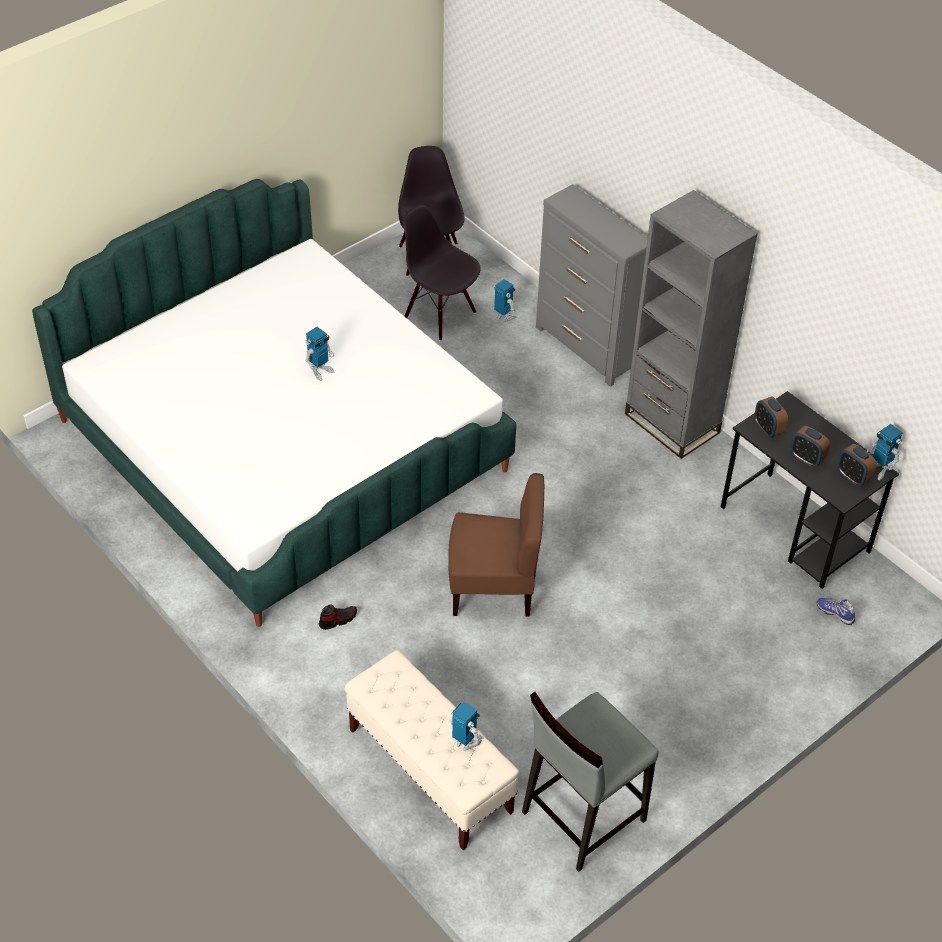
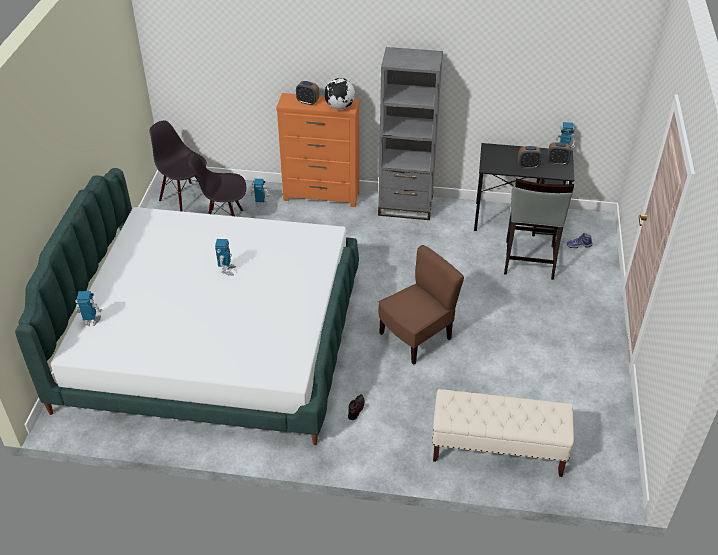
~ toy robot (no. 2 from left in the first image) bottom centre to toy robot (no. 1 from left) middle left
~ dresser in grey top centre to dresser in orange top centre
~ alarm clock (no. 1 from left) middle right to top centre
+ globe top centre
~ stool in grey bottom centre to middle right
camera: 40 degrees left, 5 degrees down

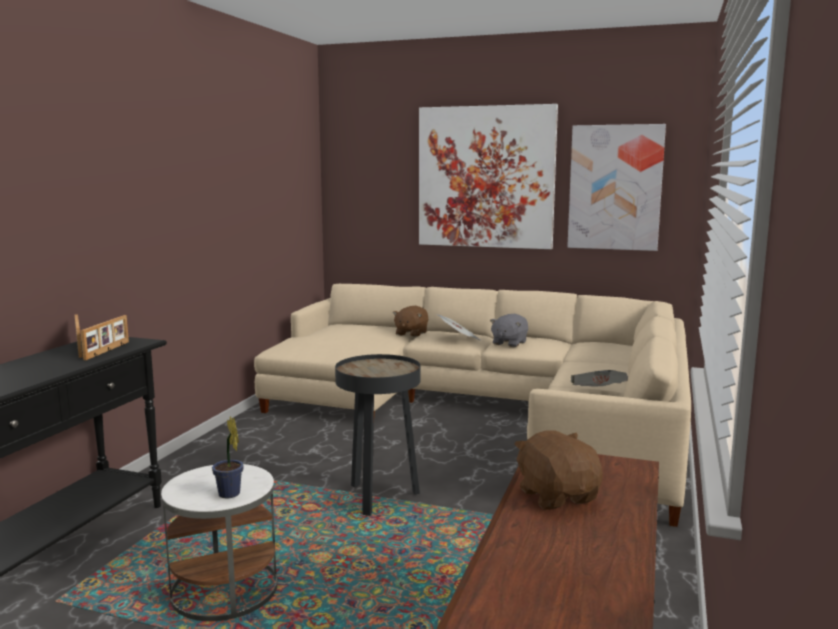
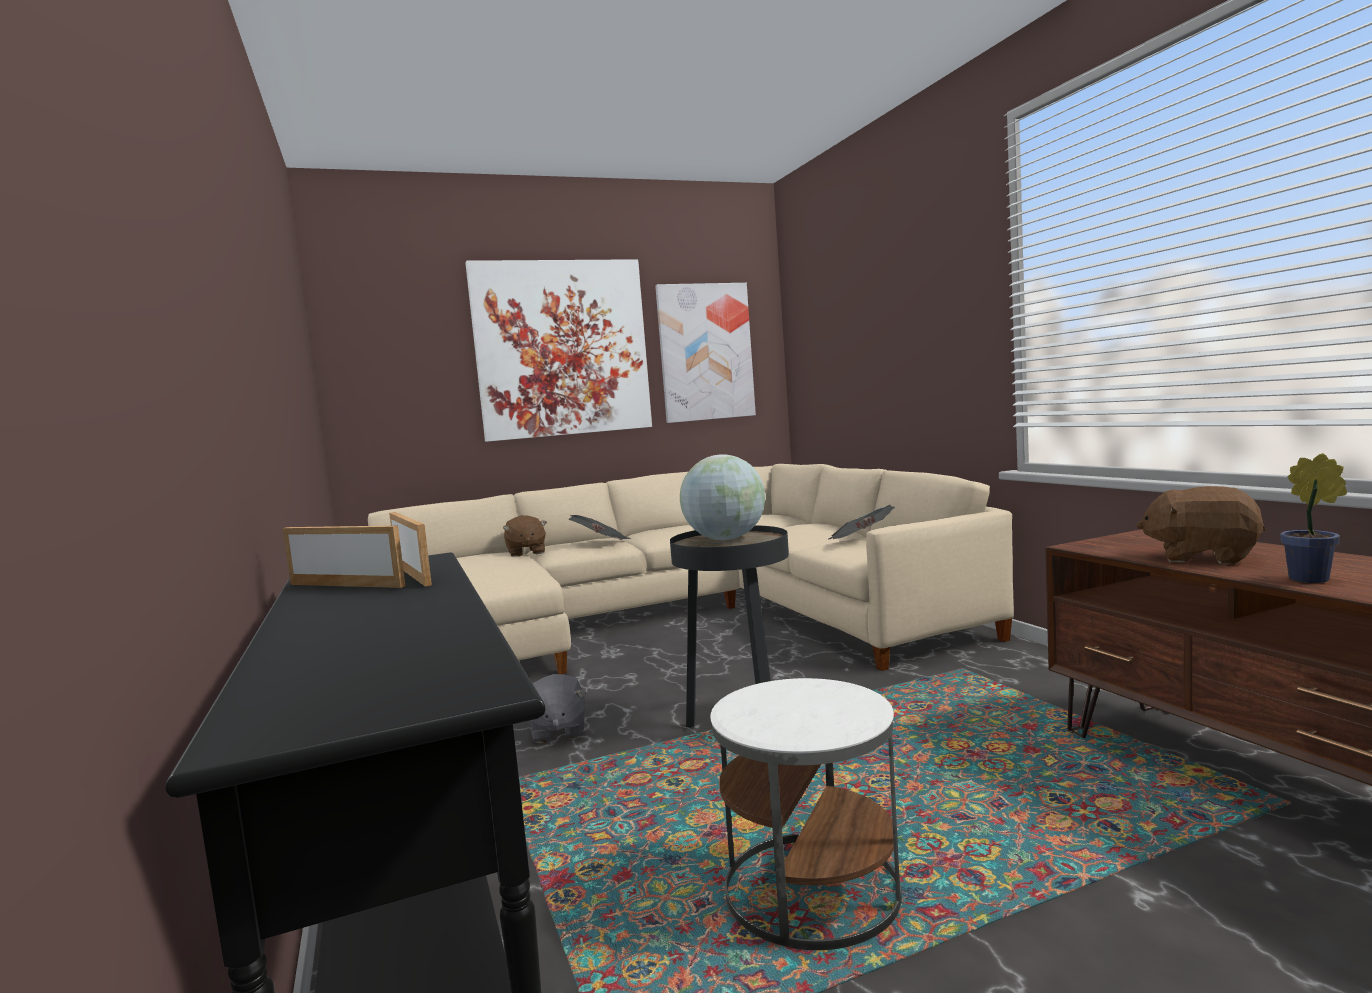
~ plush toy in grey centre to bottom centre
+ globe centre
~ potted plant bottom left to middle right
camera: 40 degrees left, 5 degrees down

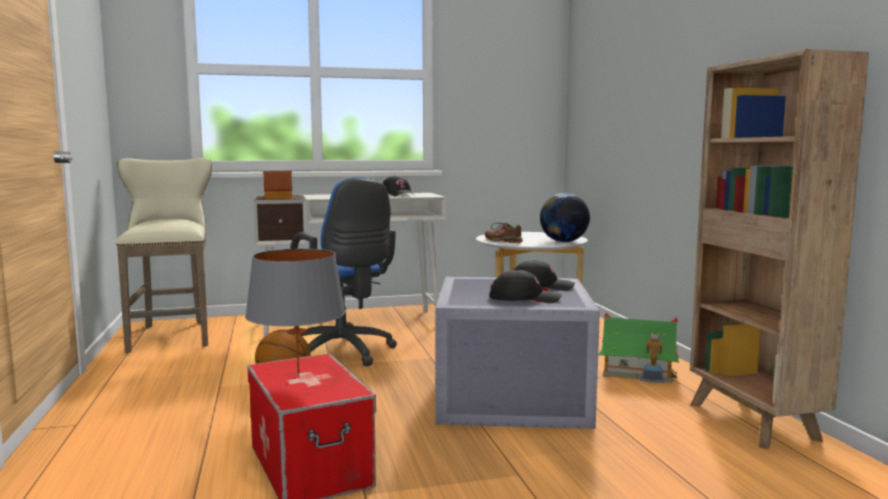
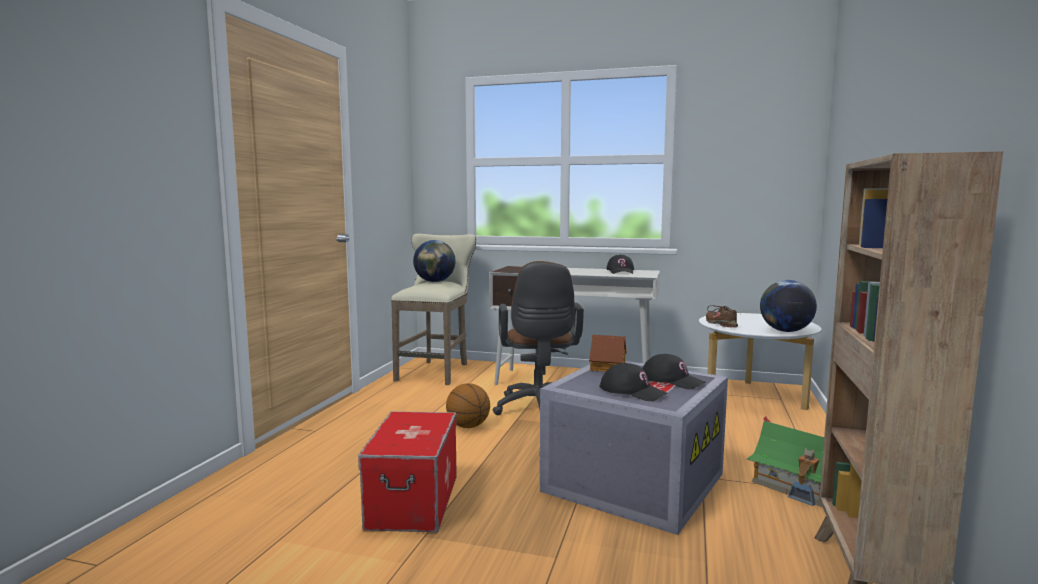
+ globe (no. 1 from left) centre
~ office chair in blue centre to office chair in brown centre
~ toy house (no. 1 from left) middle left to centre
- table lamp in grey middle left
camera: 30 degrees right, 0 degrees up

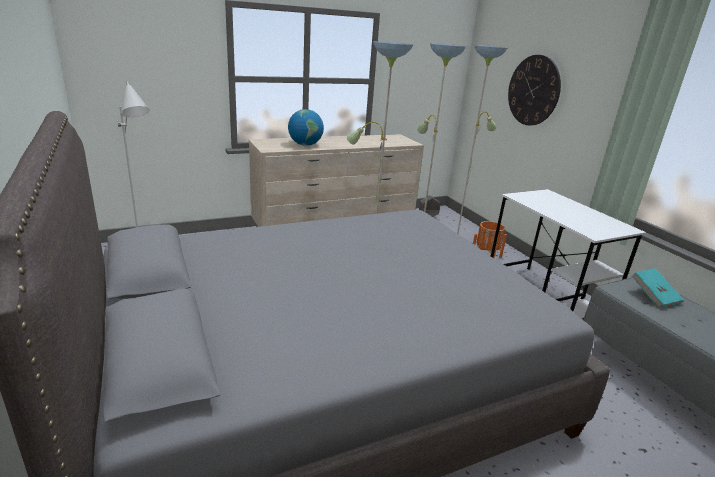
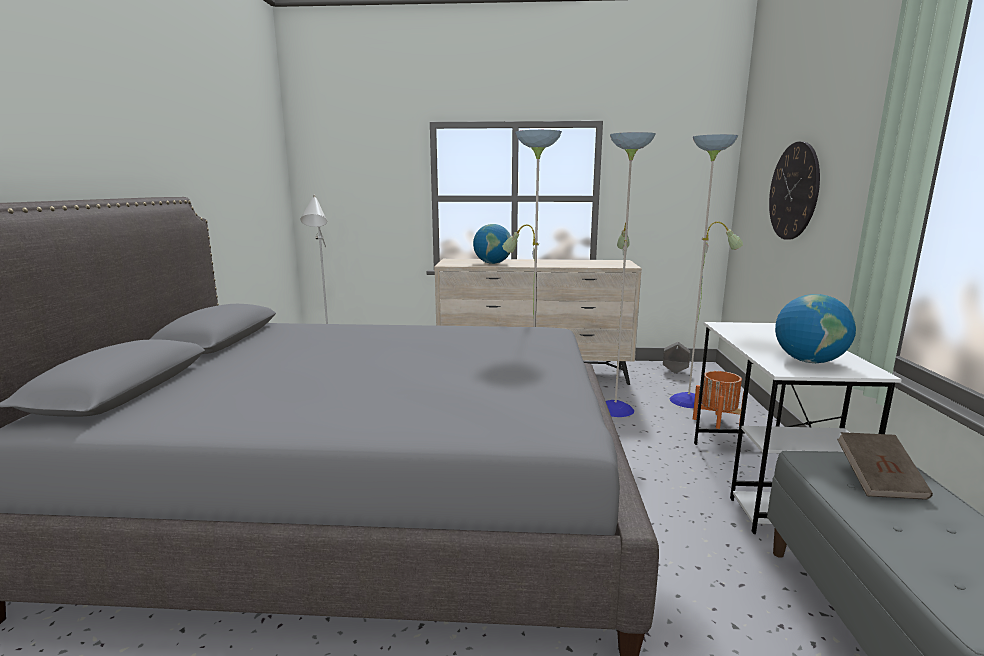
+ globe (no. 2 from left) middle right
~ book in turquoise middle right to book in brown bottom right
camera: 30 degrees right, 10 degrees down

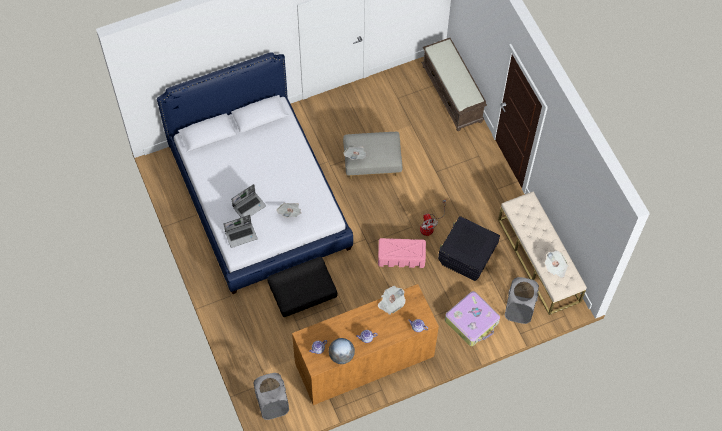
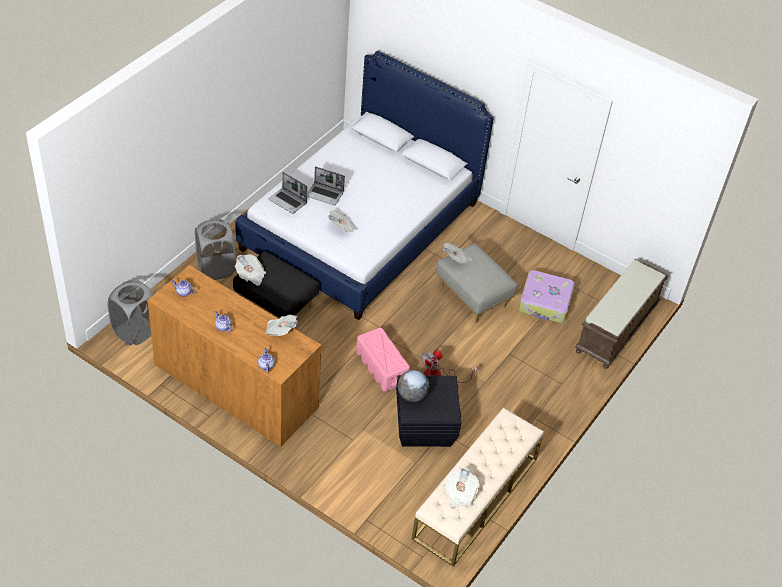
~ laundry basket in grey (no. 2 from left) bottom right to middle left
+ newspaper (no. 1 from left) middle left
~ globe bottom centre to centre
~ suitcase bottom centre to middle right
camera: 55 degrees right, 15 degrees down

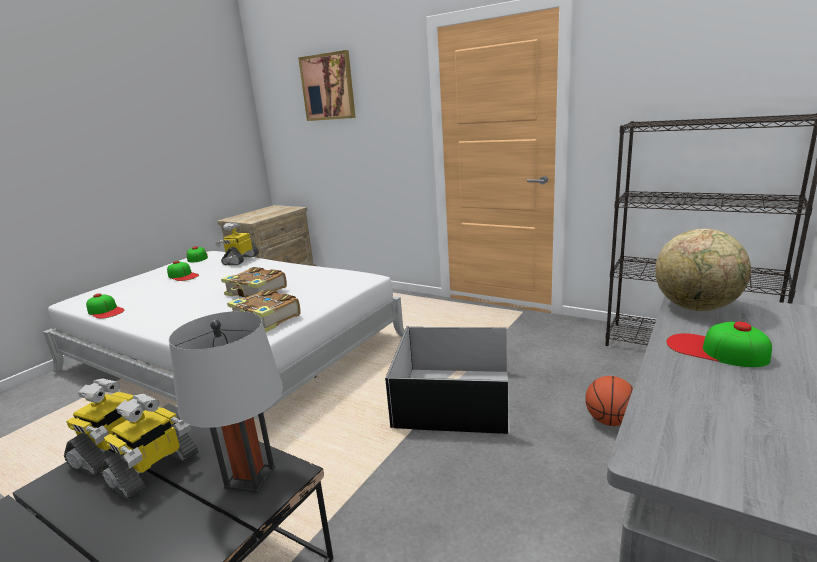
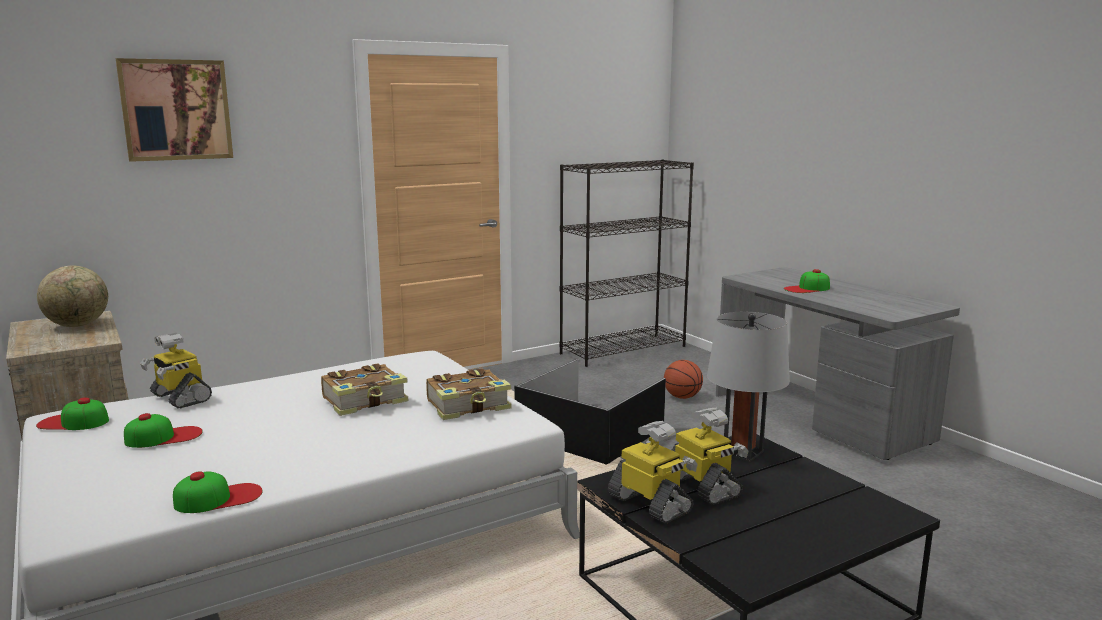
~ globe middle right to middle left
camera: 65 degrees left, 5 degrees down

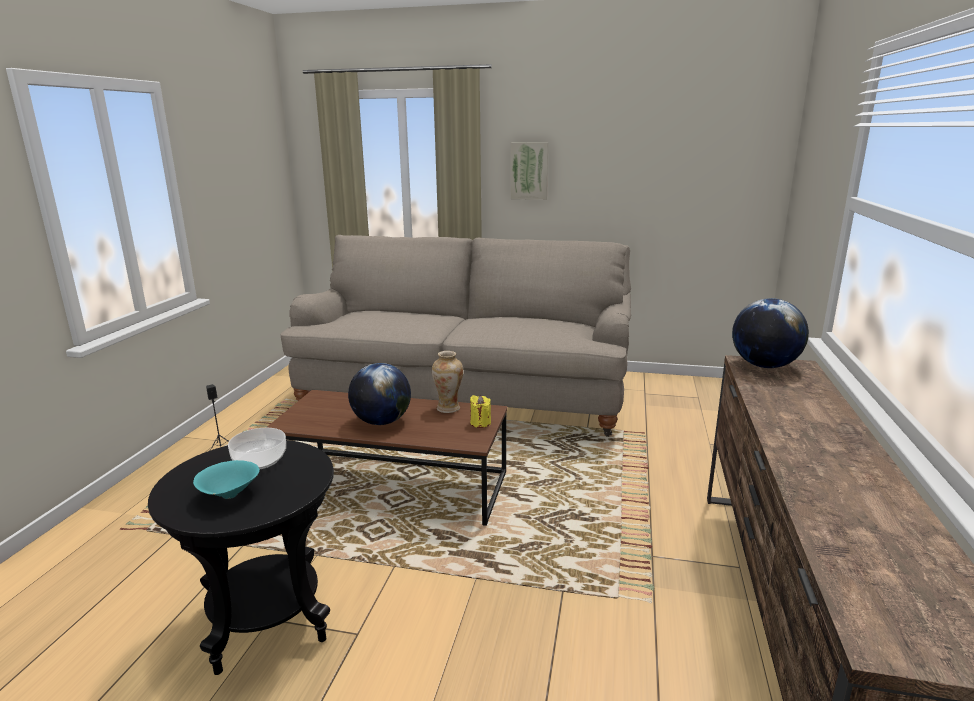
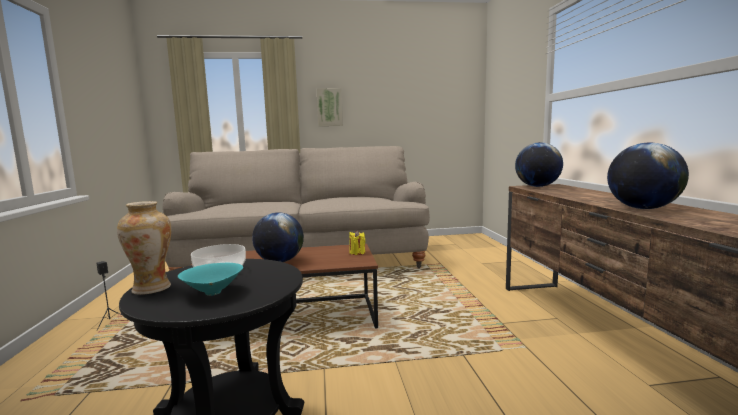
~ vase centre to middle left
+ globe (no. 3 from left) middle right
camera: 20 degrees left, 10 degrees down

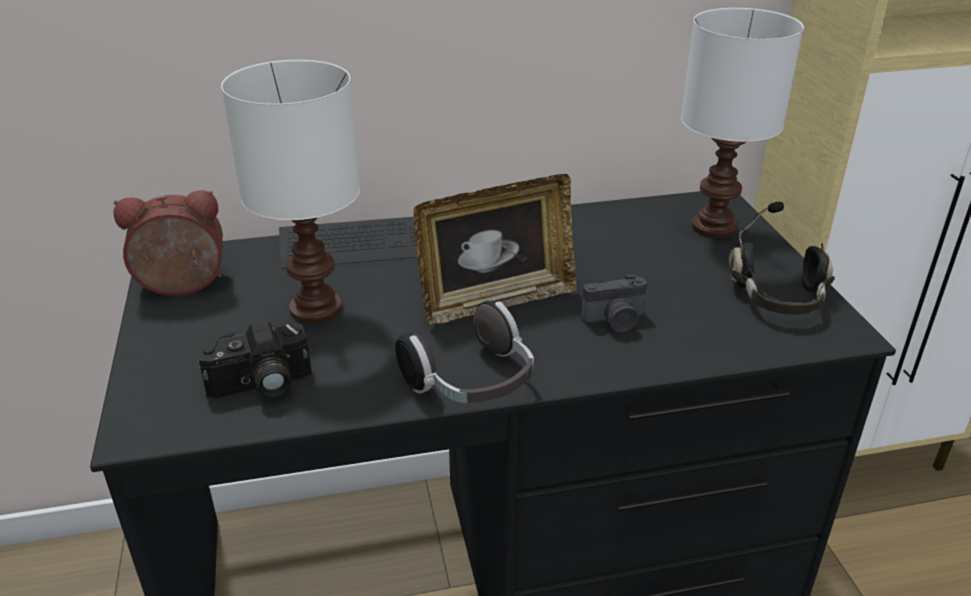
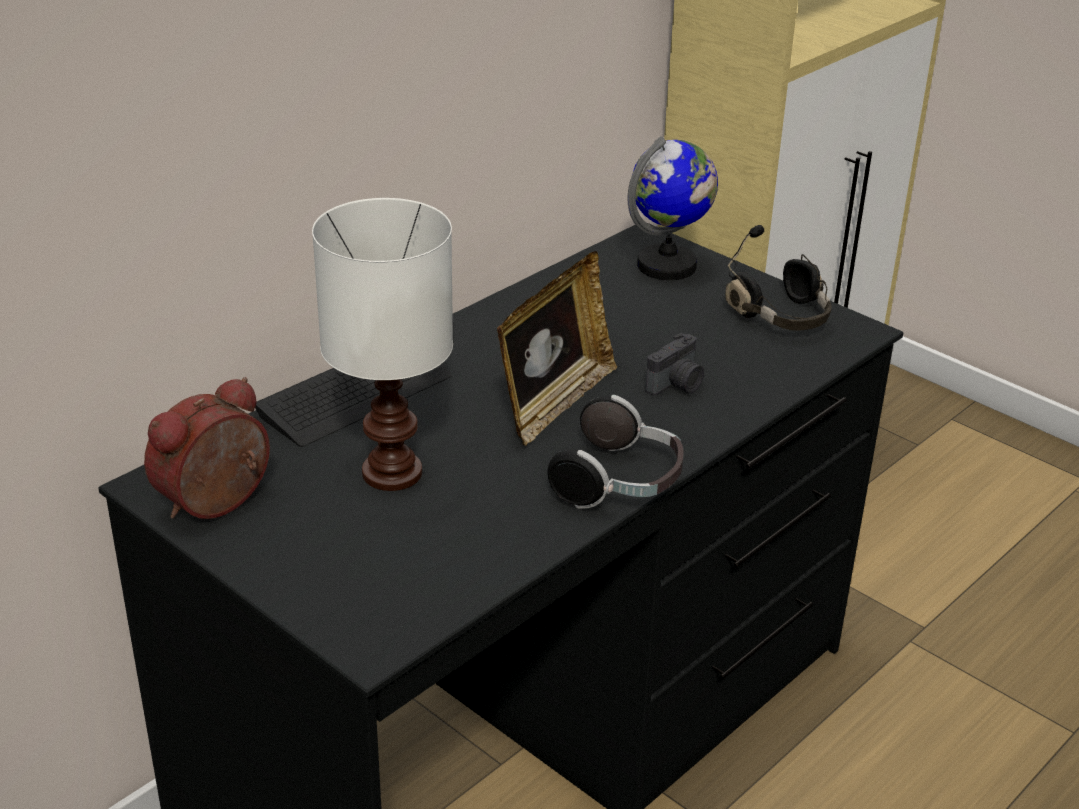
~ table lamp in white (no. 2 from left) top right to globe top centre
- photo camera (no. 1 from left) middle left
camera: 35 degrees left, 0 degrees up

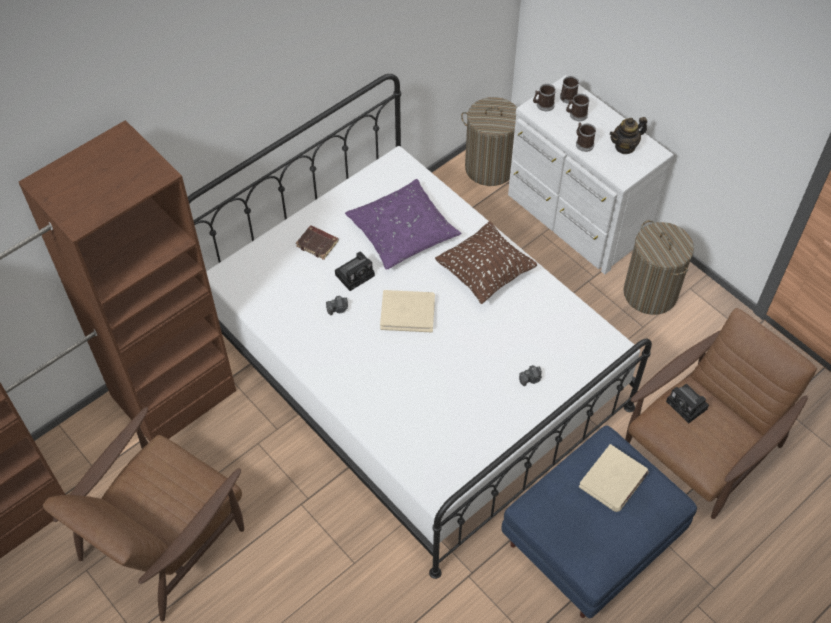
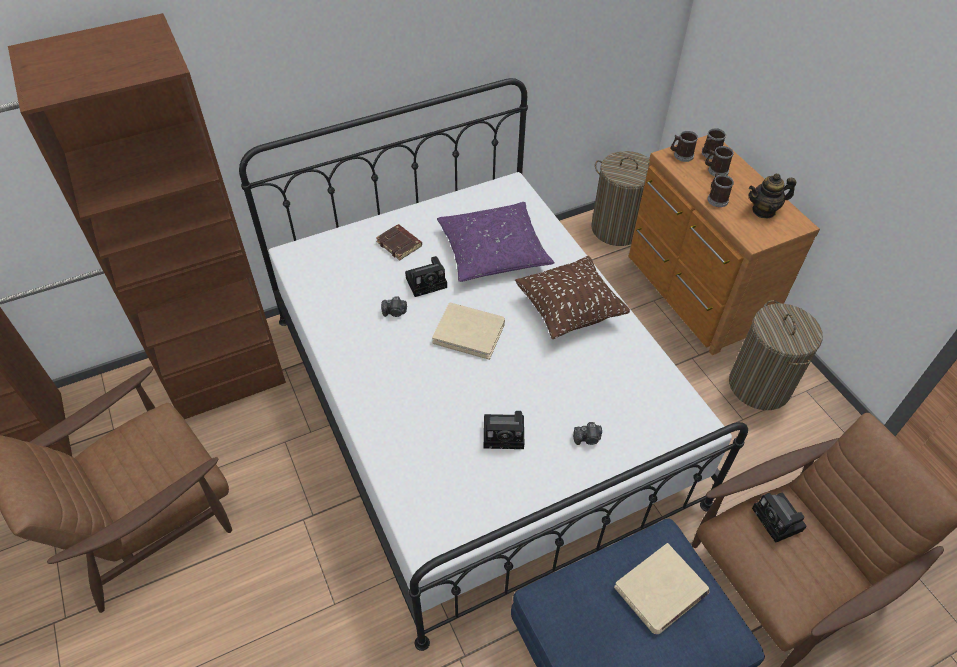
+ photo camera (no. 3 from left) centre
~ dresser in white top right to dresser in brown middle right
camera: 15 degrees right, 5 degrees down

